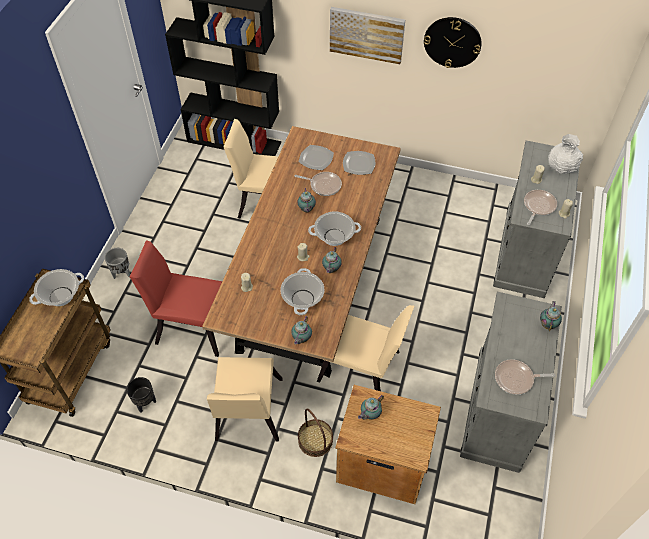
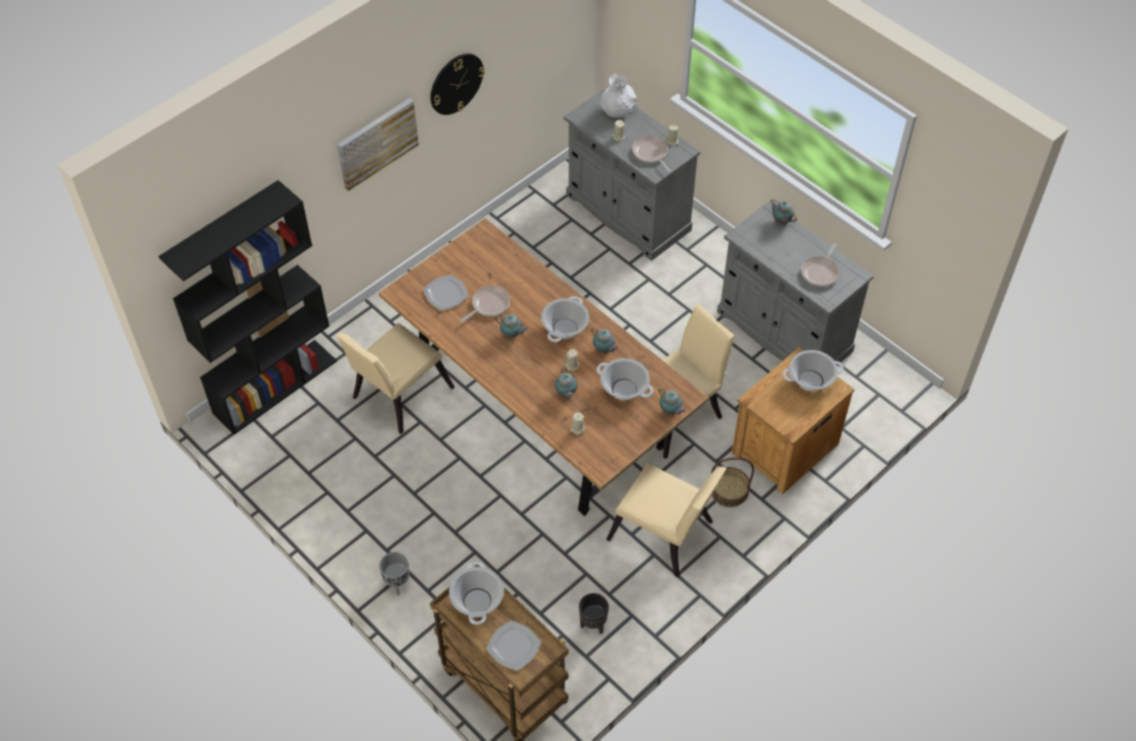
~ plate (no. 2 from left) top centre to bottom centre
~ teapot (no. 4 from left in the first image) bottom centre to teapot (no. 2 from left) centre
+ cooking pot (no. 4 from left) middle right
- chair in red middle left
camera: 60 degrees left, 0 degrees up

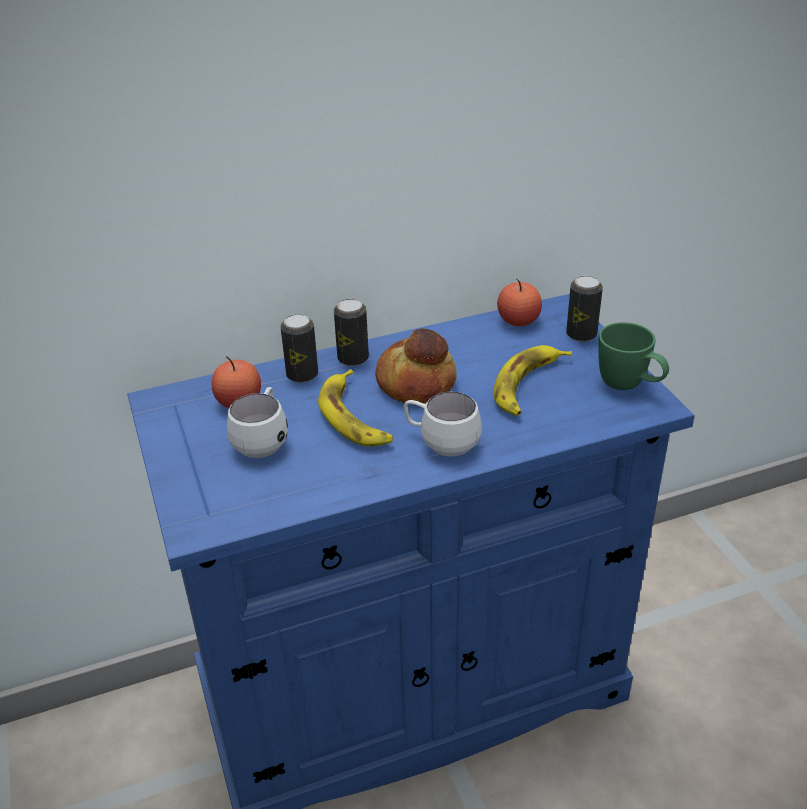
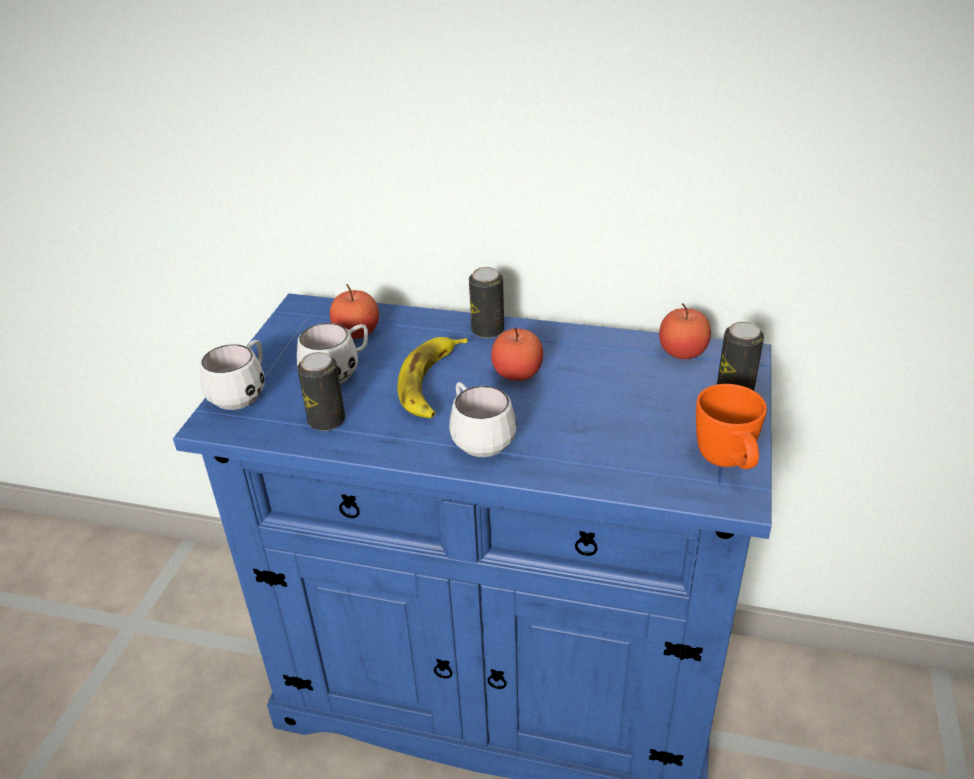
+ mug in white (no. 1 from left) middle left
~ can (no. 1 from left) centre to middle left
~ bread centre to apple (no. 2 from left) centre
~ mug in green middle right to mug in orange middle right
- banana (no. 2 from left) centre
camera: 35 degrees right, 0 degrees up

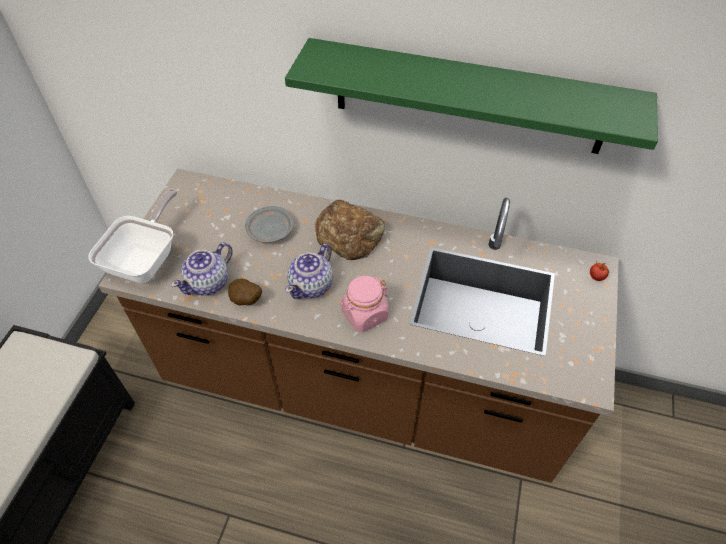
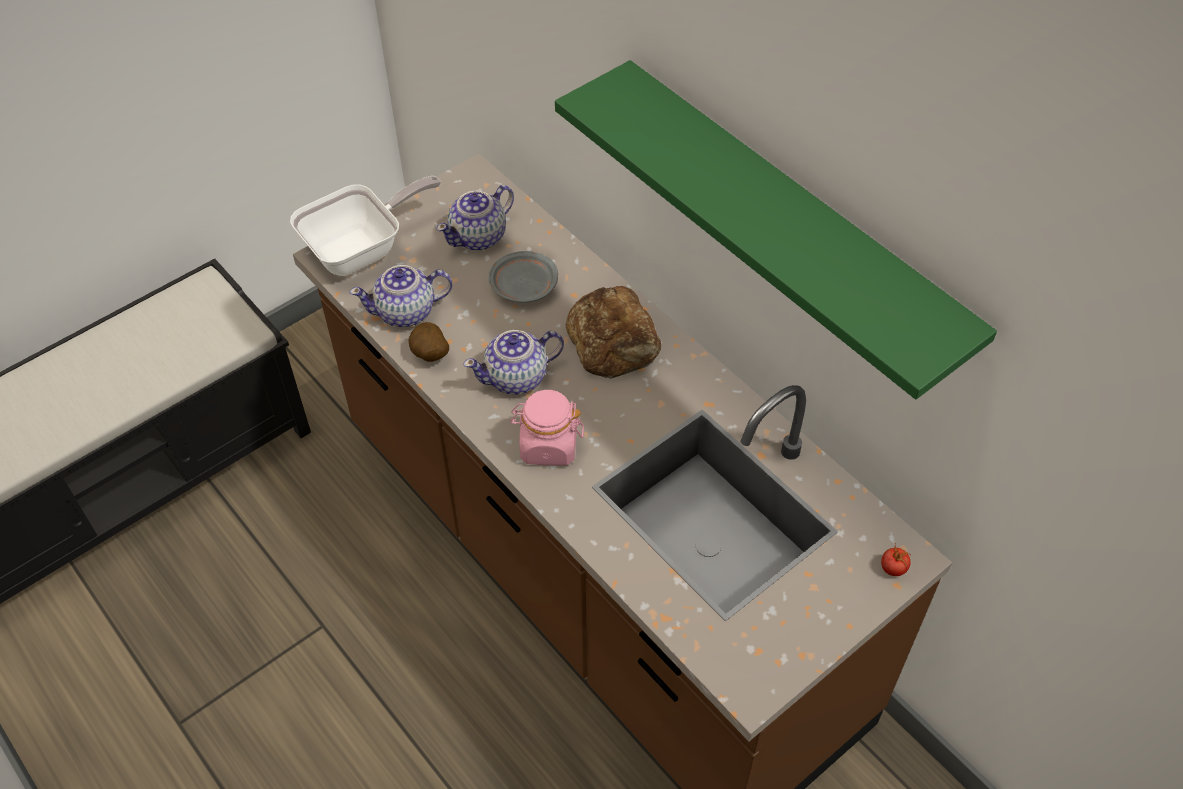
+ teapot (no. 2 from left) top centre
camera: 35 degrees right, 0 degrees up

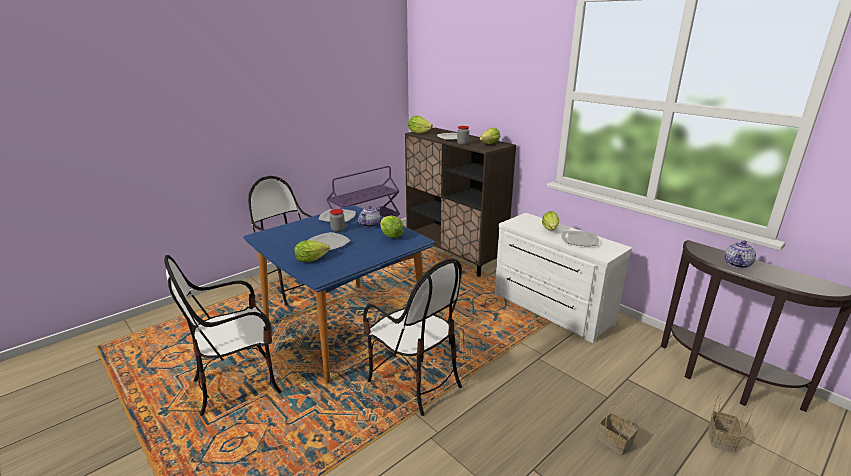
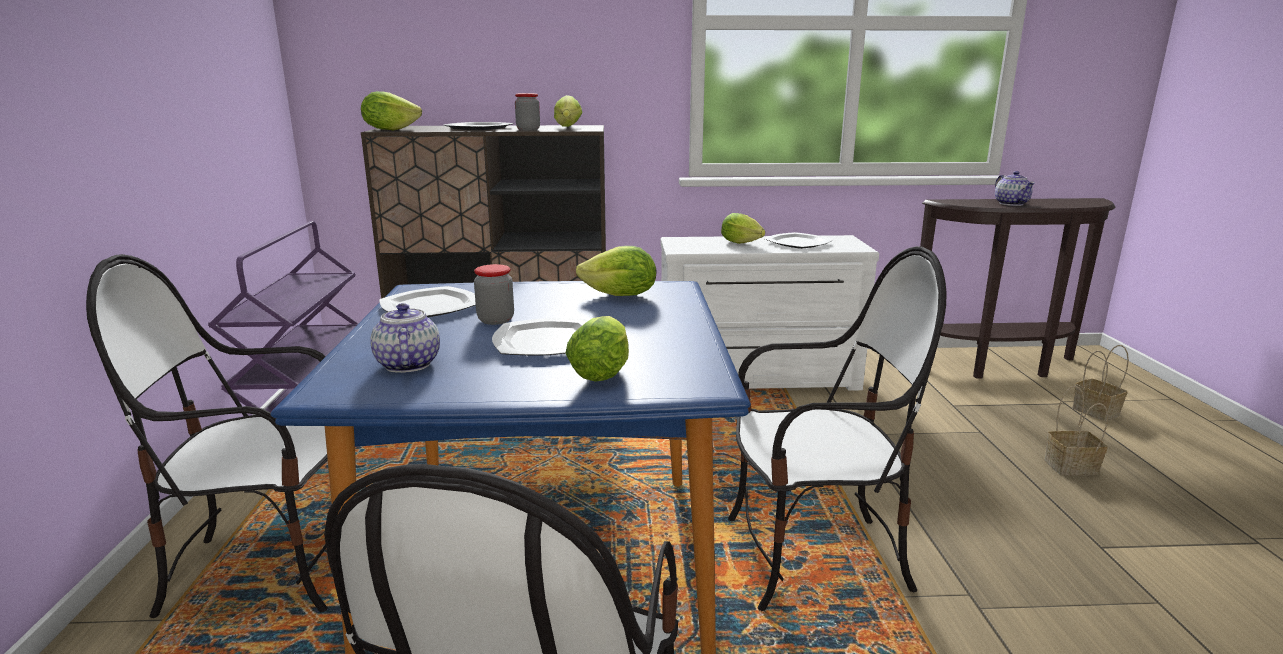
~ teapot (no. 1 from left) centre to middle left
camera: 50 degrees left, 5 degrees down

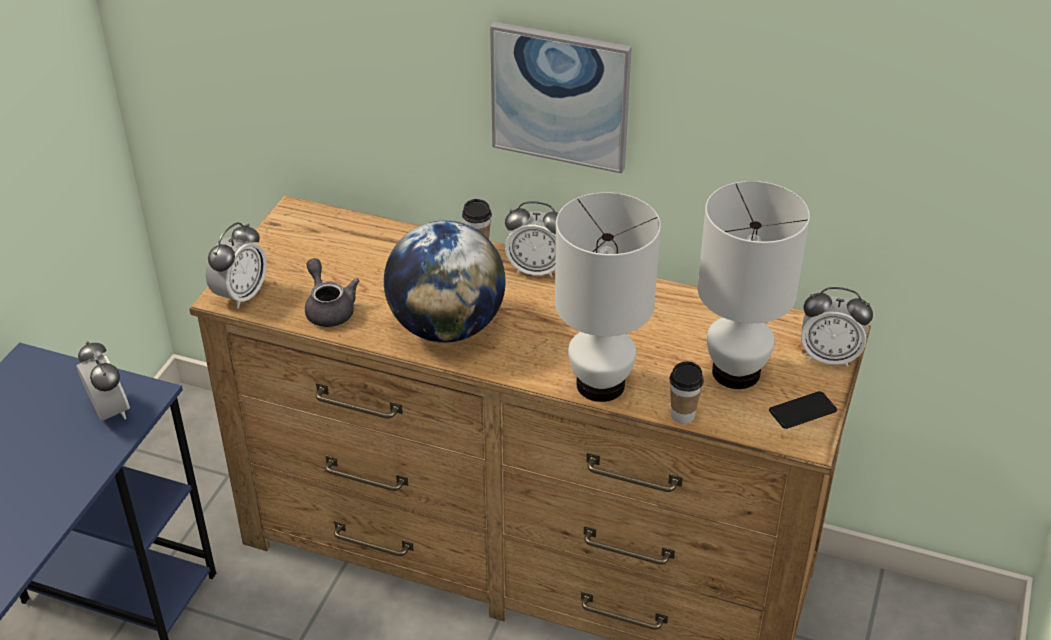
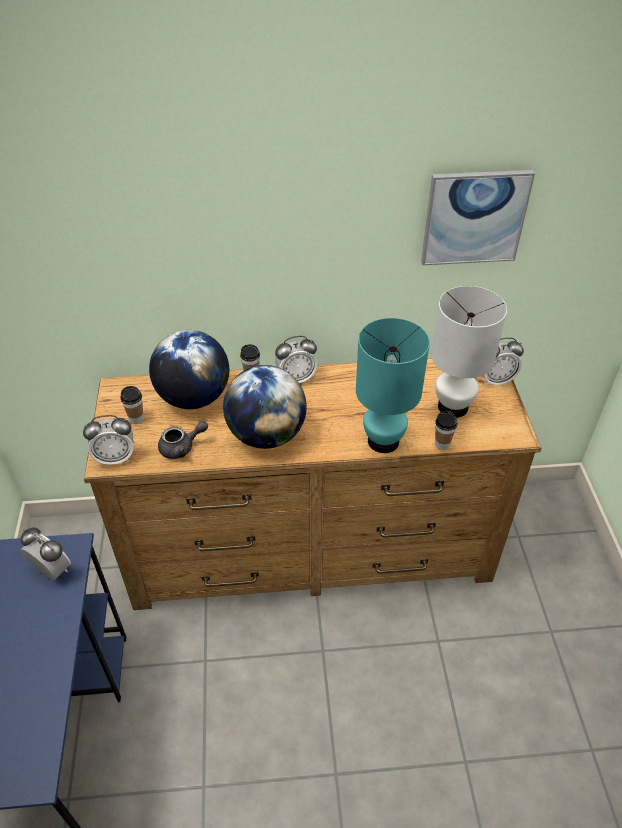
~ alarm clock (no. 2 from left) middle left = middle left 75 degrees clockwise
+ cup (no. 1 from left) middle left
+ globe (no. 1 from left) middle left
~ teapot in grey middle left = middle left 120 degrees clockwise
~ table lamp in white (no. 1 from left) centre to table lamp in turquoise centre
~ picture top centre to top right
- phone middle right
camera: 25 degrees left, 5 degrees up

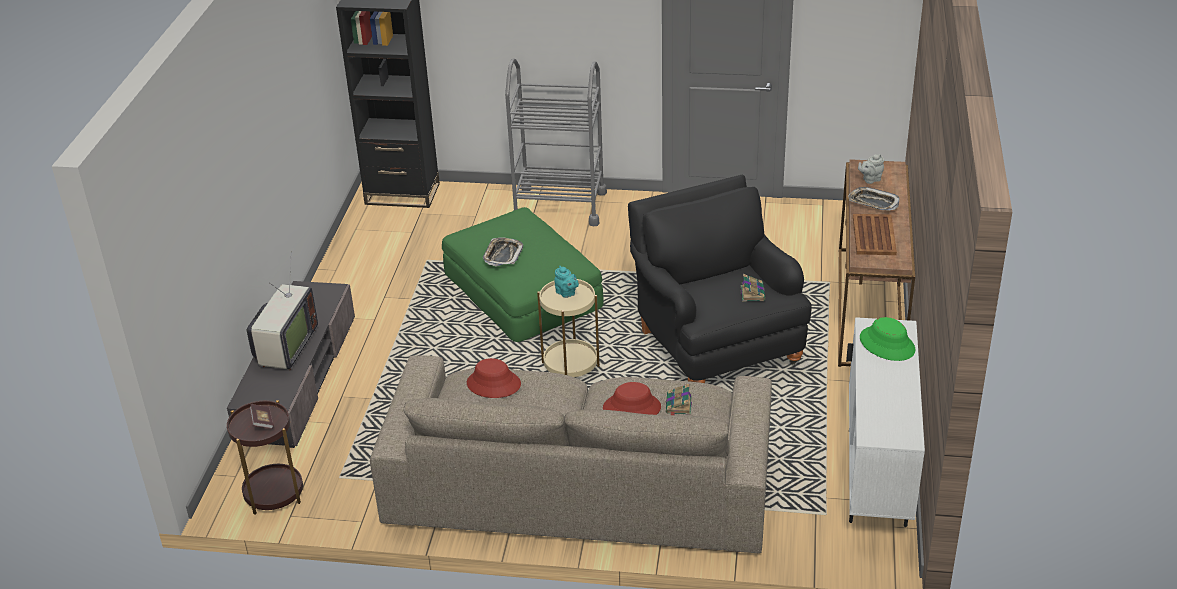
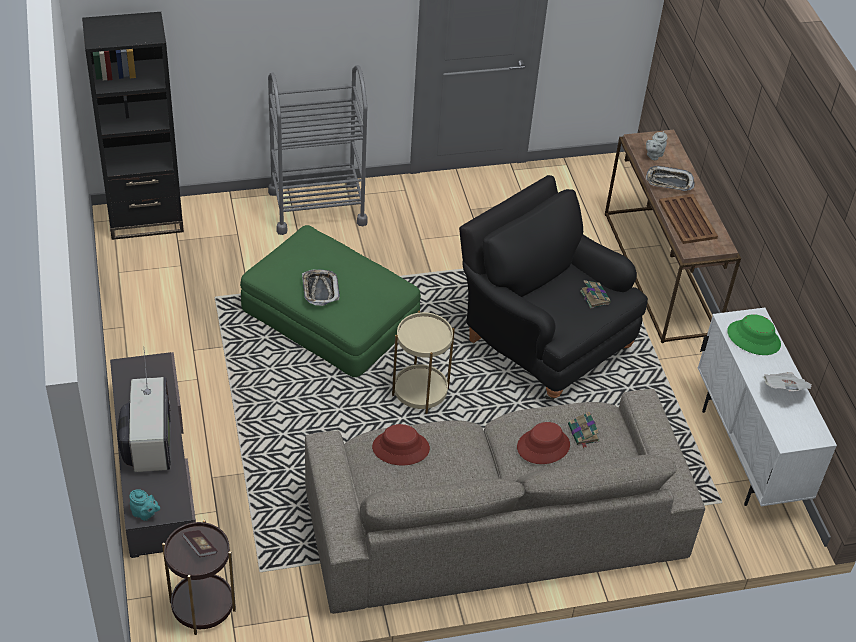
~ teapot in turquoise centre to bottom left
+ newspaper middle right
camera: 25 degrees left, 10 degrees up

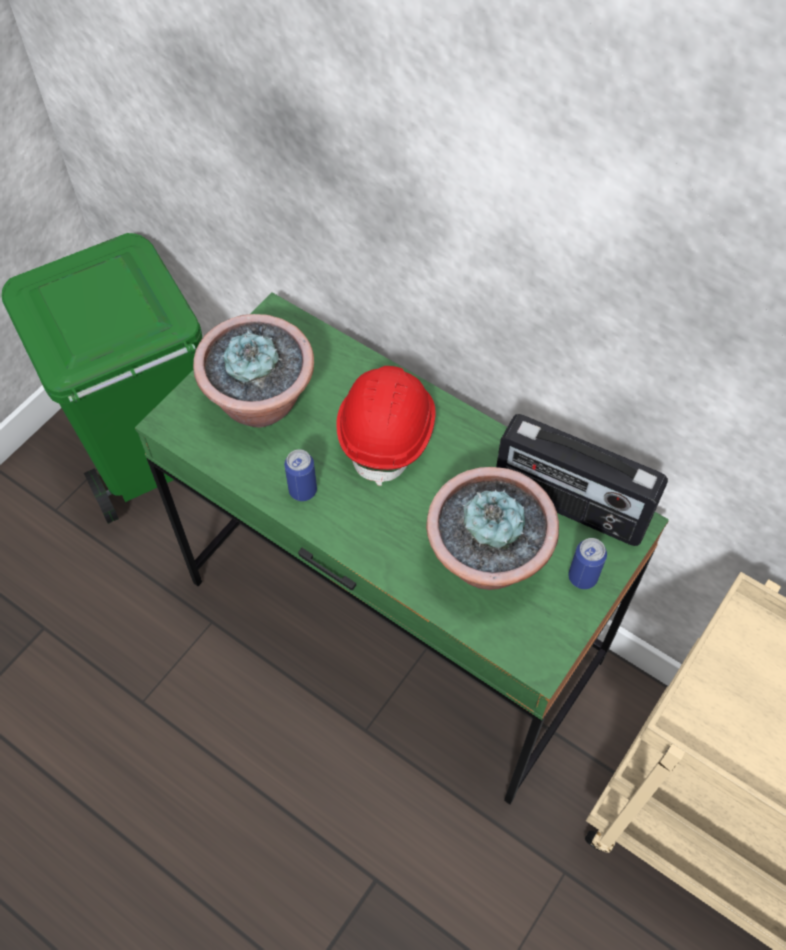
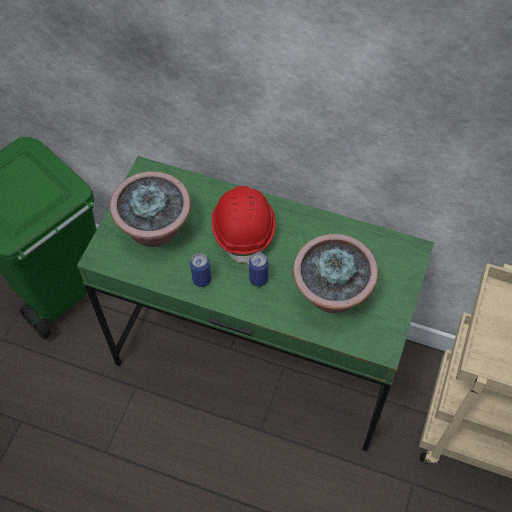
~ can (no. 2 from left) middle right to centre
- radio middle right
camera: 15 degrees left, 0 degrees up

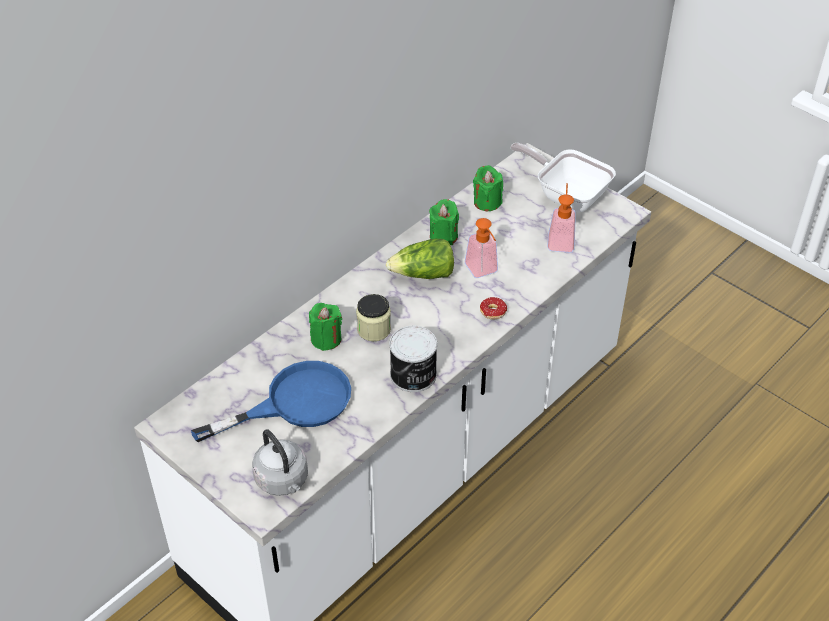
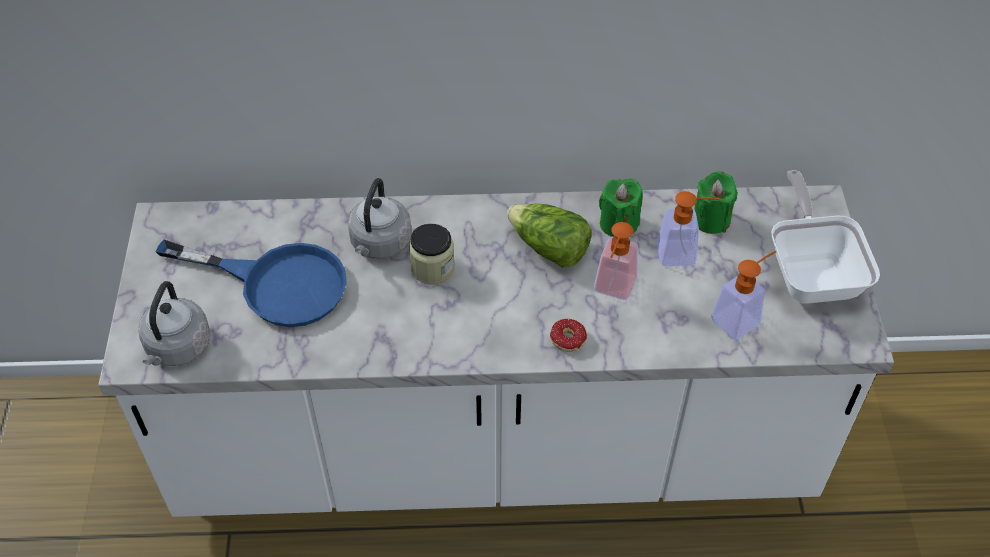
~ candle in green (no. 1 from left) centre to kettle in grey (no. 2 from left) centre
+ soap dispenser (no. 2 from left) middle right
- can centre
camera: 45 degrees right, 5 degrees up

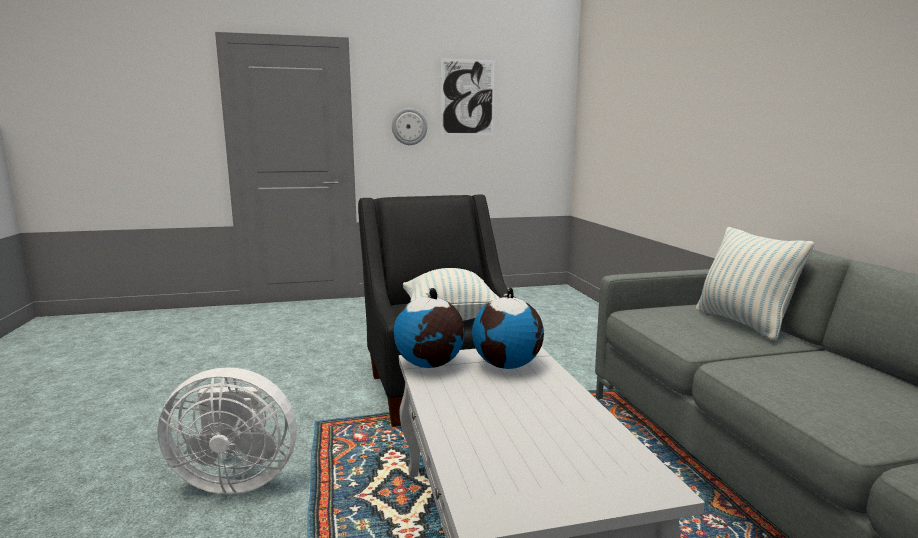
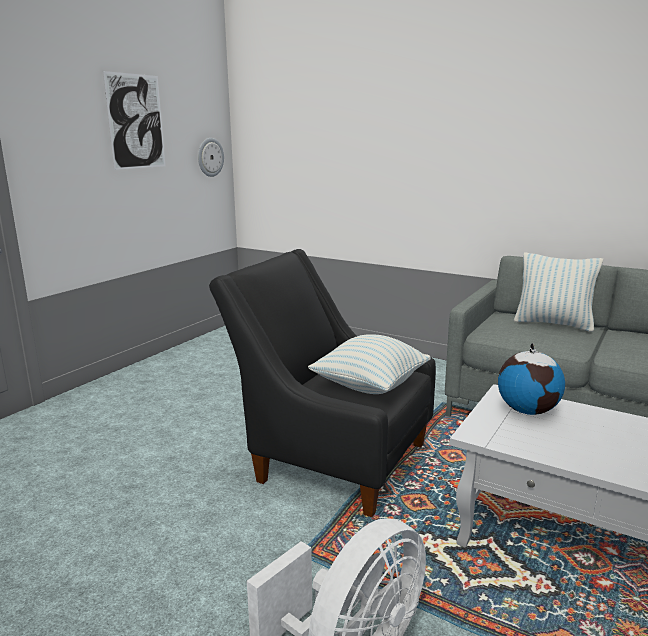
~ wall clock top centre to top left
- globe (no. 1 from left) centre
camera: 45 degrees left, 5 degrees up

